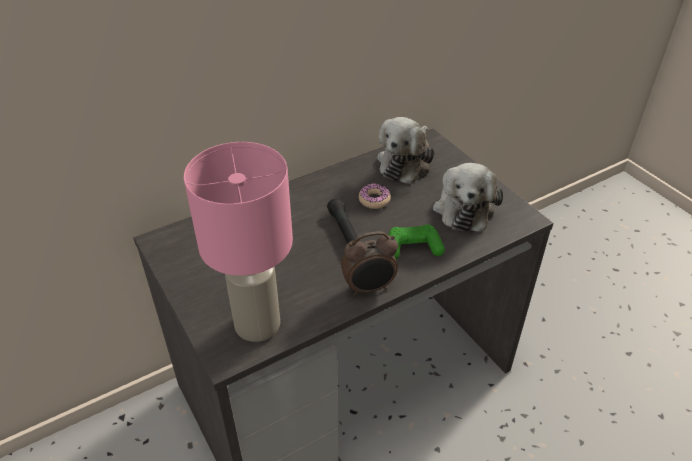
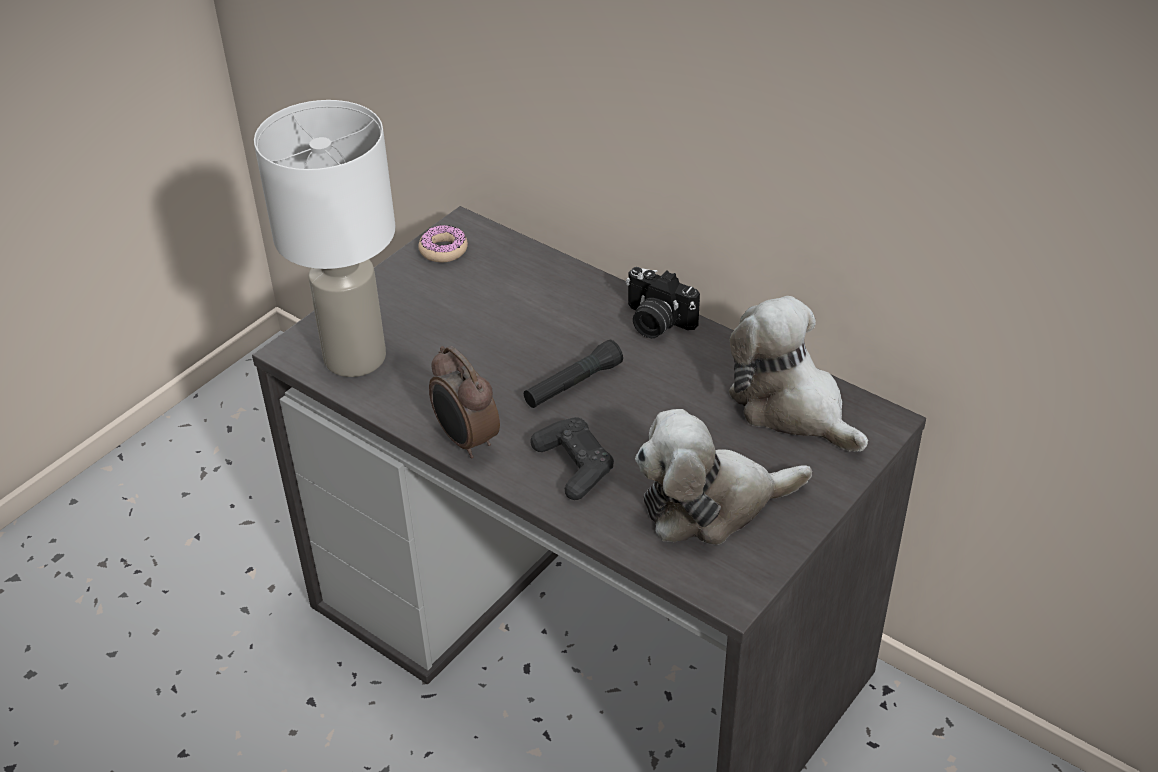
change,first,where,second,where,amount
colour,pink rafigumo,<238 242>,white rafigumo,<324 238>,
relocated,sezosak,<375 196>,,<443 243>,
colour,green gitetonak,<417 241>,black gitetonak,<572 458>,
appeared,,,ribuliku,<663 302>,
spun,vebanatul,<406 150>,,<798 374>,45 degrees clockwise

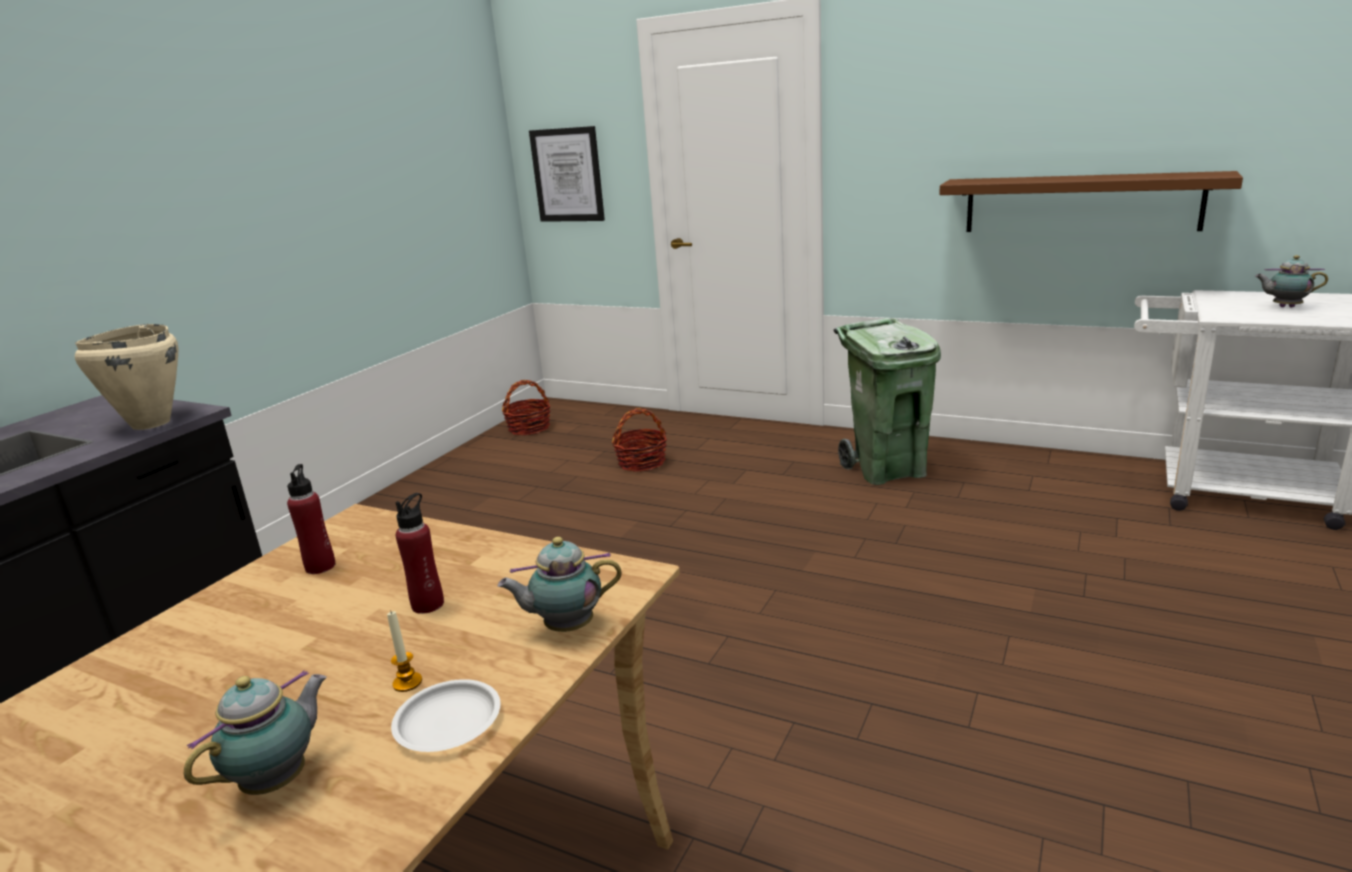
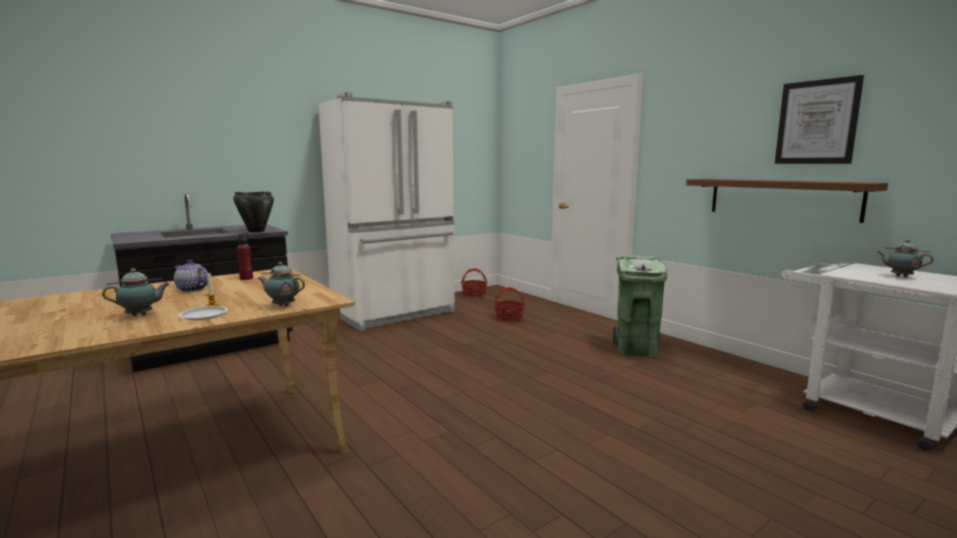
change,first,where,second,where,amount
appeared,,,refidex,<191 276>,
colour,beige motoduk,<126 377>,black motoduk,<253 212>,
appeared,,,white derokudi,<386 211>,
relocated,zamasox,<567 174>,,<819 119>,
missing,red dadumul,<419 553>,,,

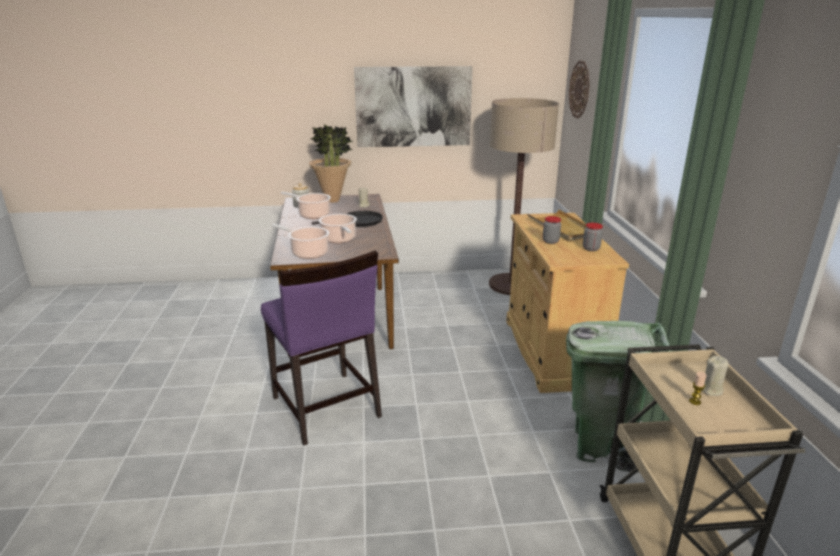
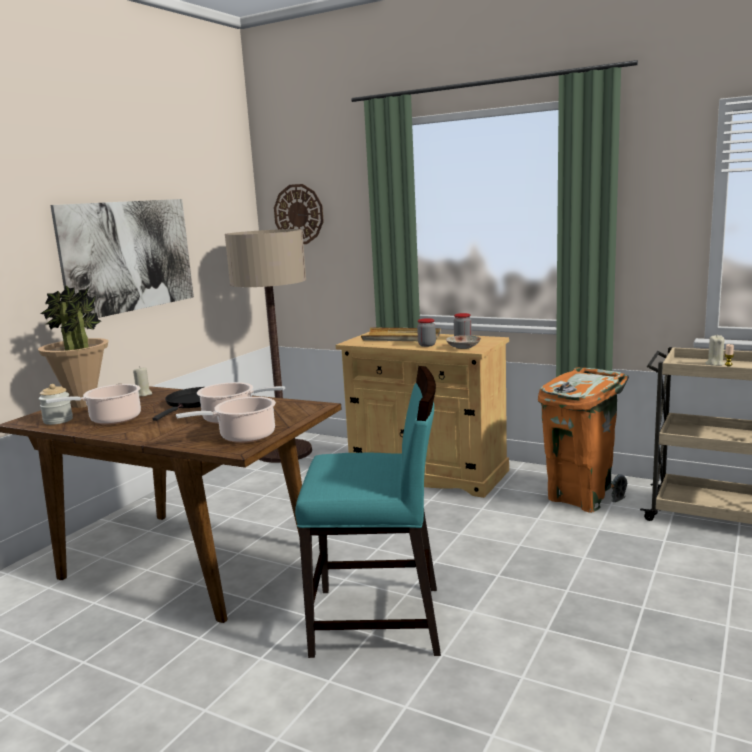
change,first,where,second,where,amount
colour,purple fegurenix,<321 348>,turquoise fegurenix,<368 512>,
appeared,,,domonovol,<463 342>,
colour,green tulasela,<618 397>,orange tulasela,<583 440>,

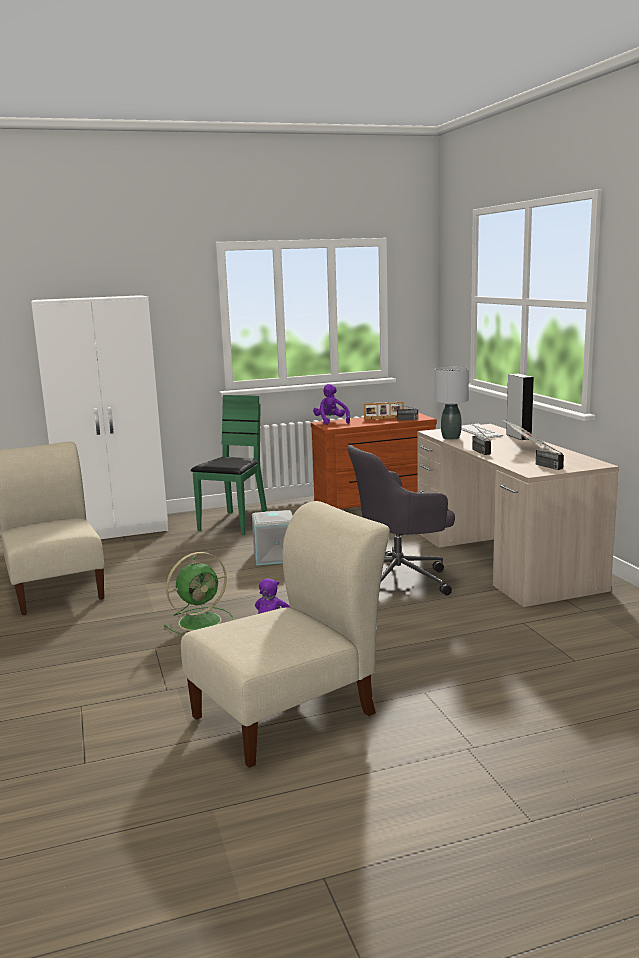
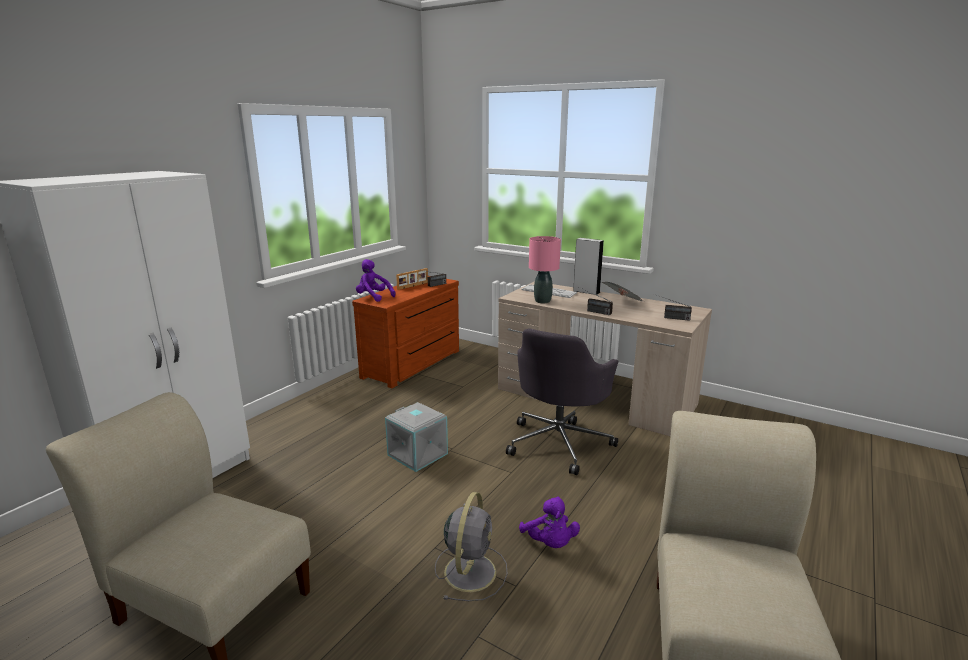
change,first,where,second,where,amount
colour,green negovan,<198 593>,grey negovan,<471 546>,
colour,grey rafigumo,<452 403>,pink rafigumo,<545 269>,
missing,green fegurenix,<229 465>,,,

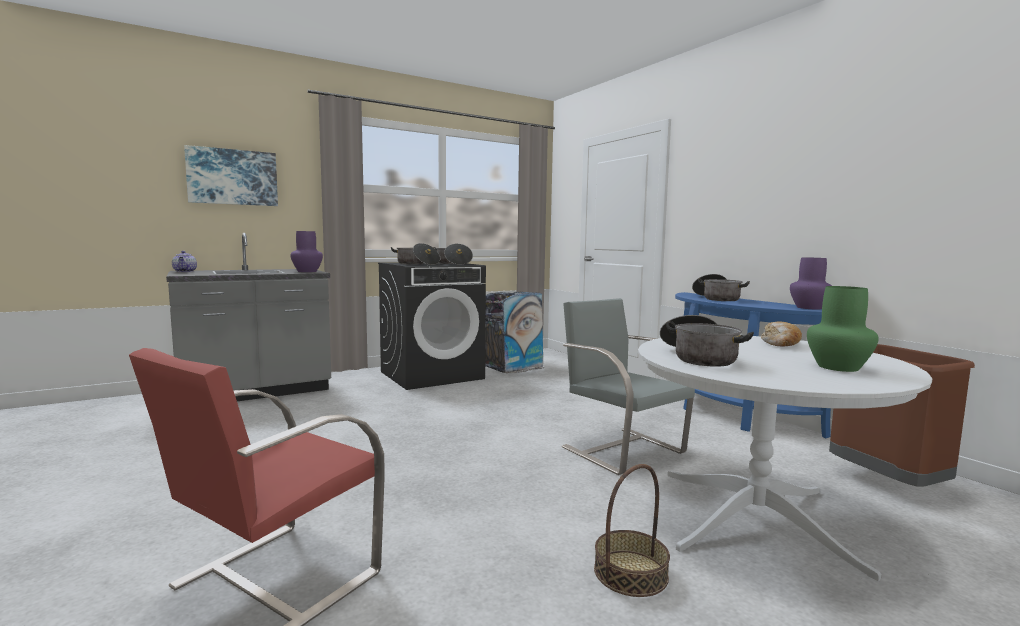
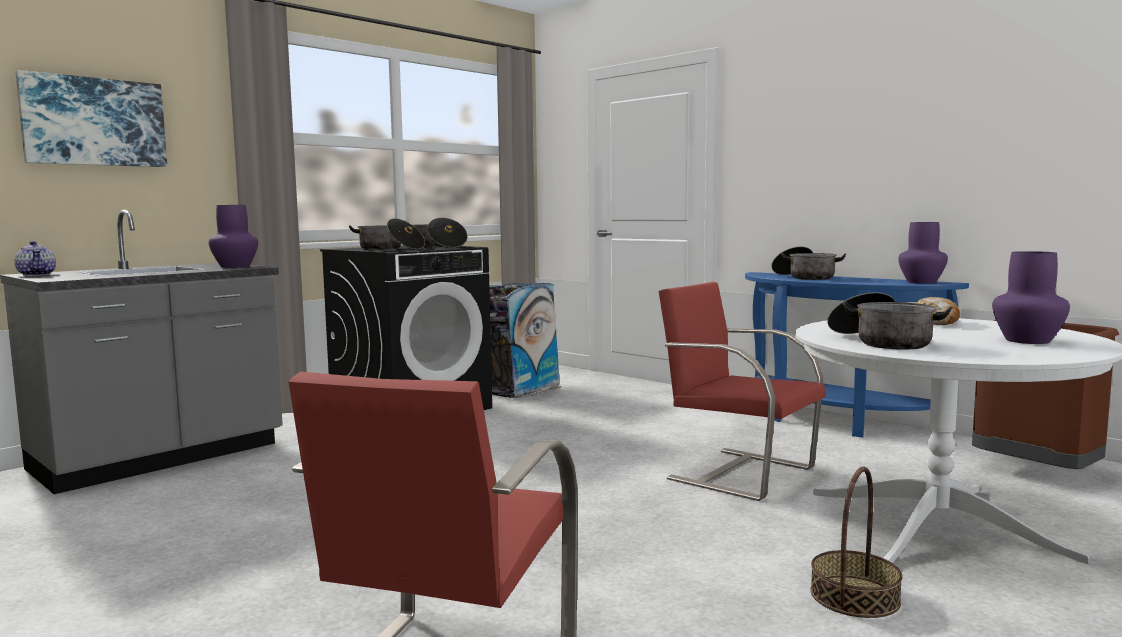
change,first,where,second,where,amount
colour,grey fegurenix,<628 386>,red fegurenix,<742 391>,
colour,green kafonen,<843 329>,purple kafonen,<1031 297>,

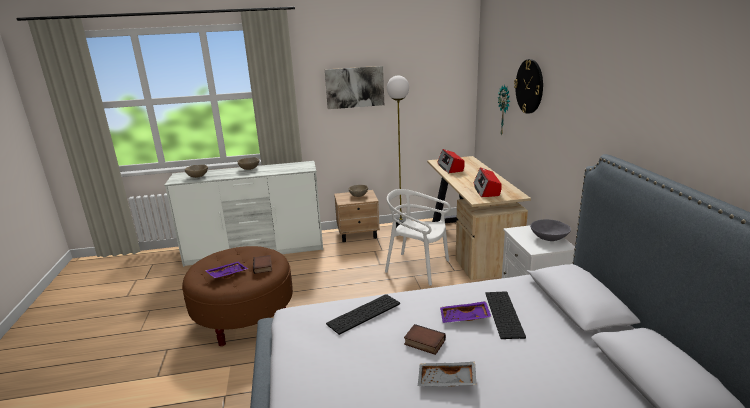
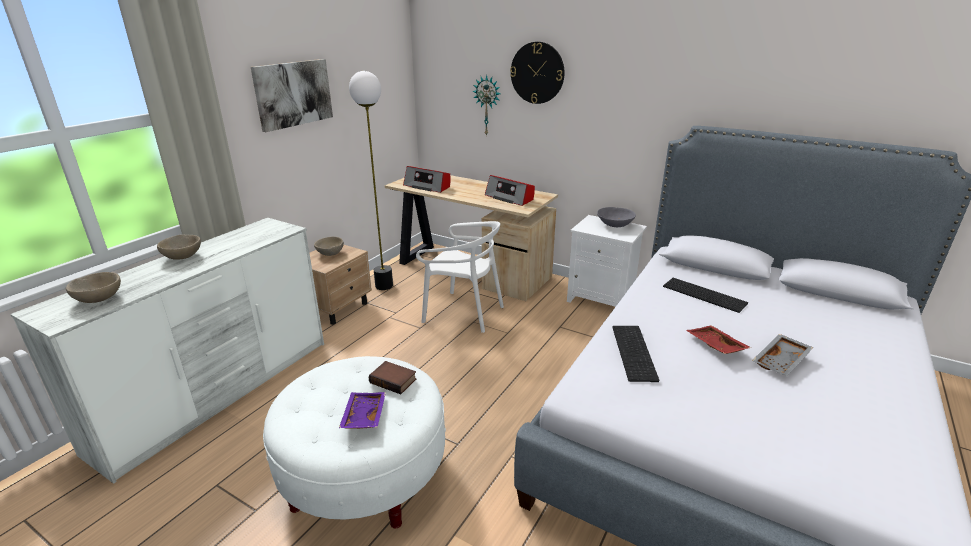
change,first,where,second,where,amount
colour,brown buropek,<237 296>,white buropek,<354 442>,
spun,white fegurenix,<418 237>,,<460 277>,135 degrees counterclockwise
exchanged,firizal,<425 339>,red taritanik,<718 340>,
missing,purple taritanik,<465 312>,,,

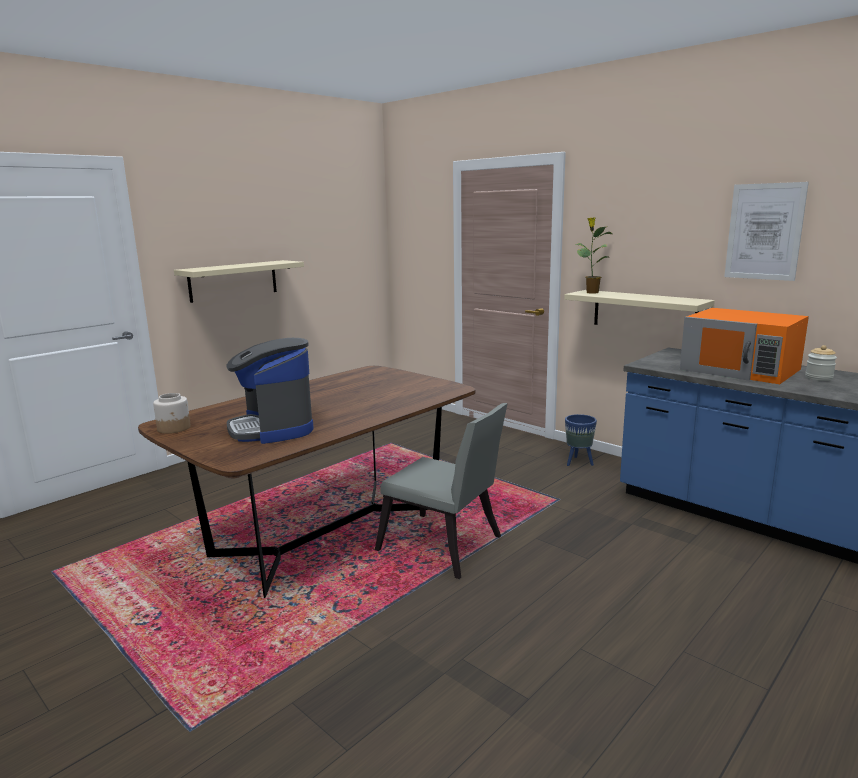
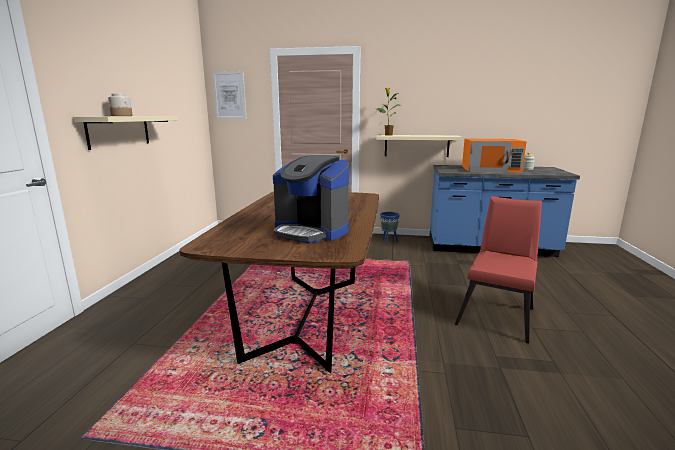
change,first,where,second,where,amount
relocated,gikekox,<172 413>,,<120 104>,
relocated,zamasox,<766 231>,,<229 95>,
appeared,,,red fegurenix,<498 269>,
missing,grey fegurenix,<441 491>,,,

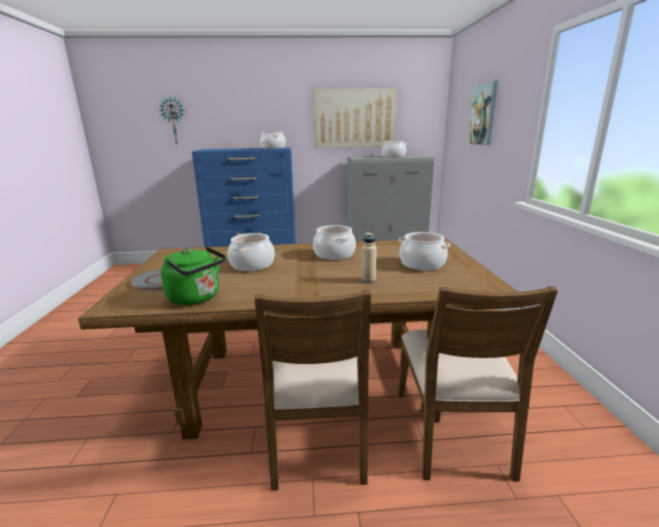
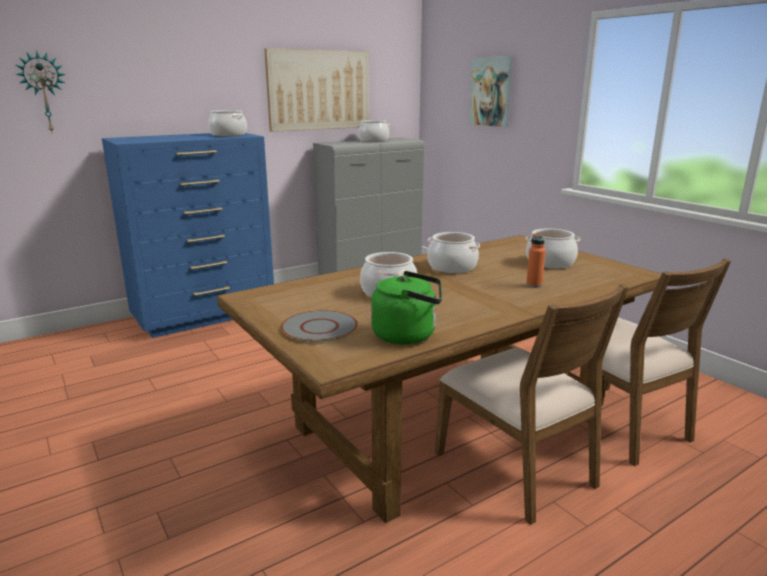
change,first,where,second,where,amount
colour,beige dadumul,<369 257>,orange dadumul,<536 260>,

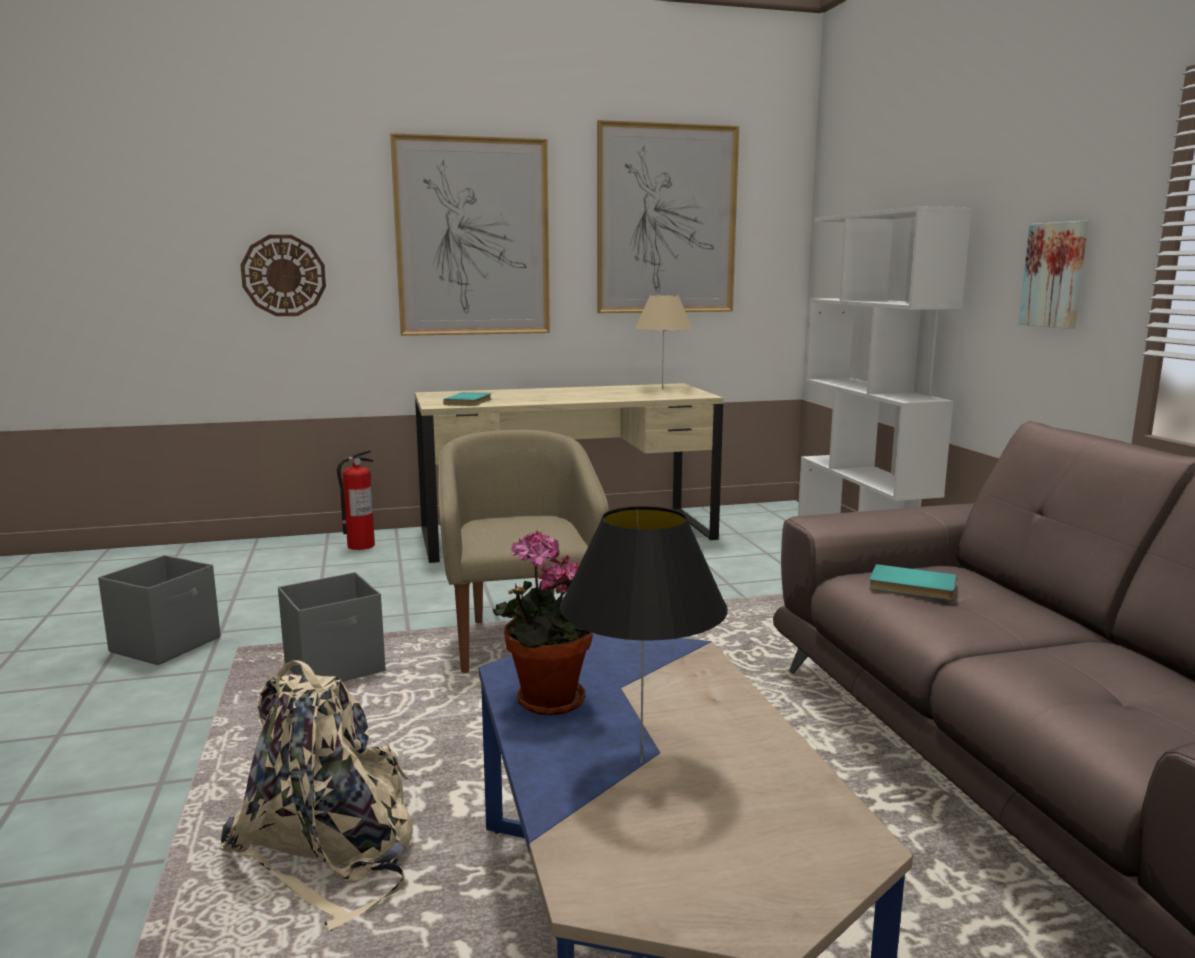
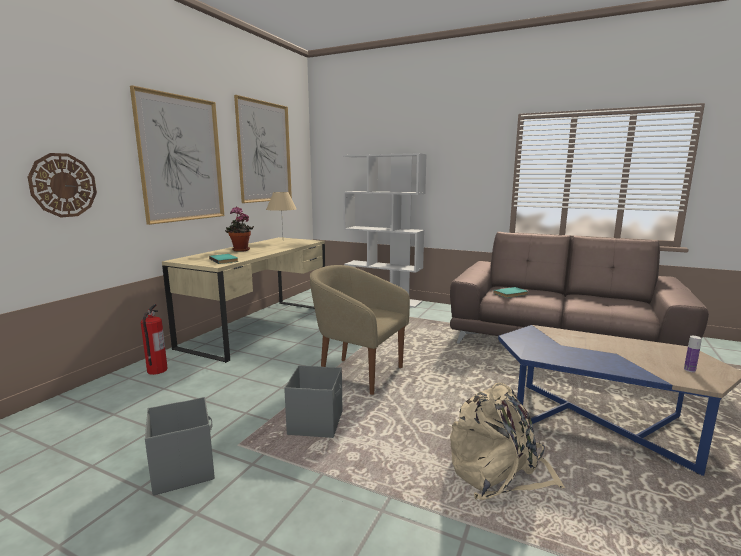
change,first,where,second,where,amount
relocated,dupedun,<543 623>,,<239 229>,
appeared,,,dadumul,<693 354>,
missing,black rafigumo,<644 634>,,,
missing,zamasox,<1054 275>,,,

